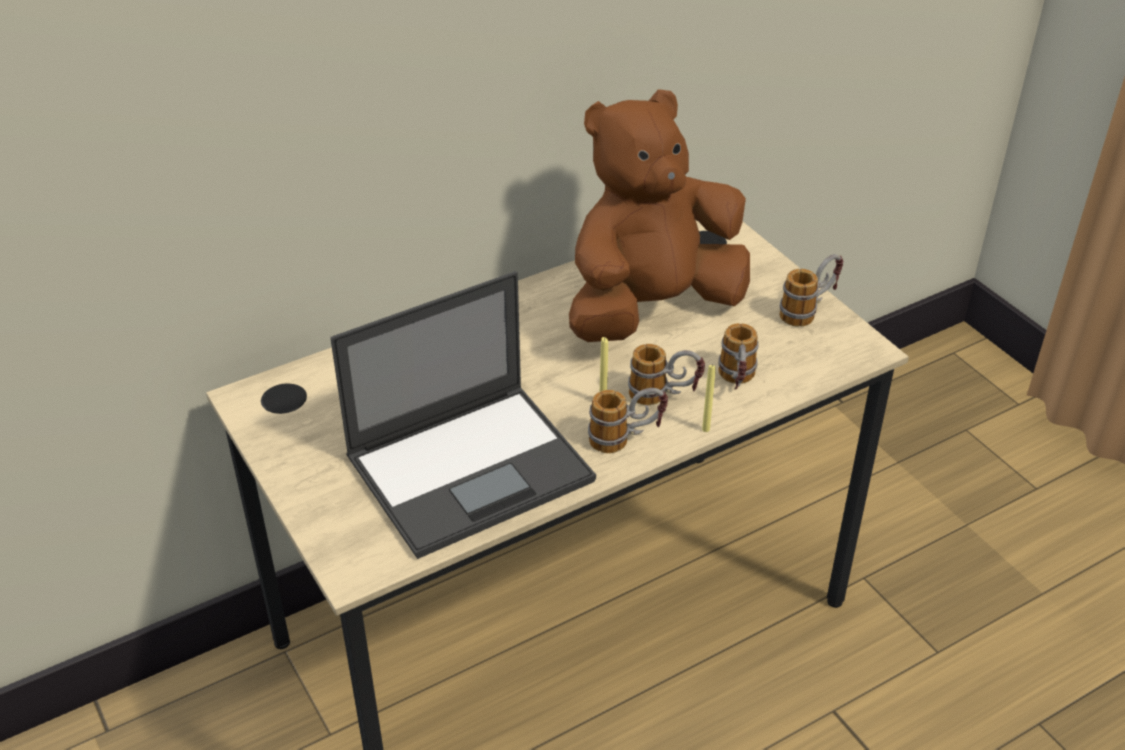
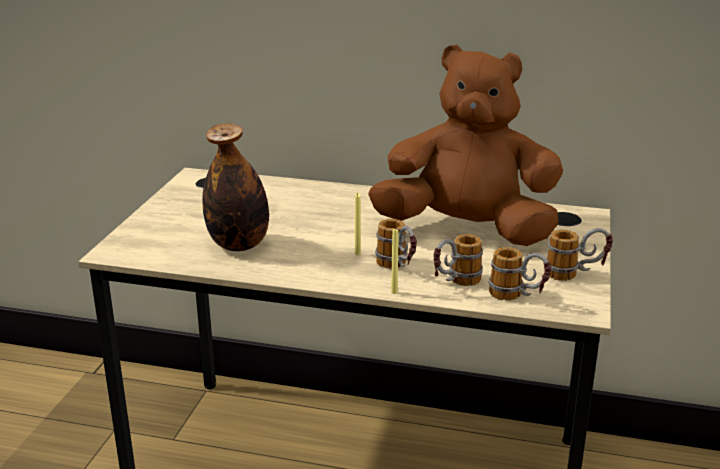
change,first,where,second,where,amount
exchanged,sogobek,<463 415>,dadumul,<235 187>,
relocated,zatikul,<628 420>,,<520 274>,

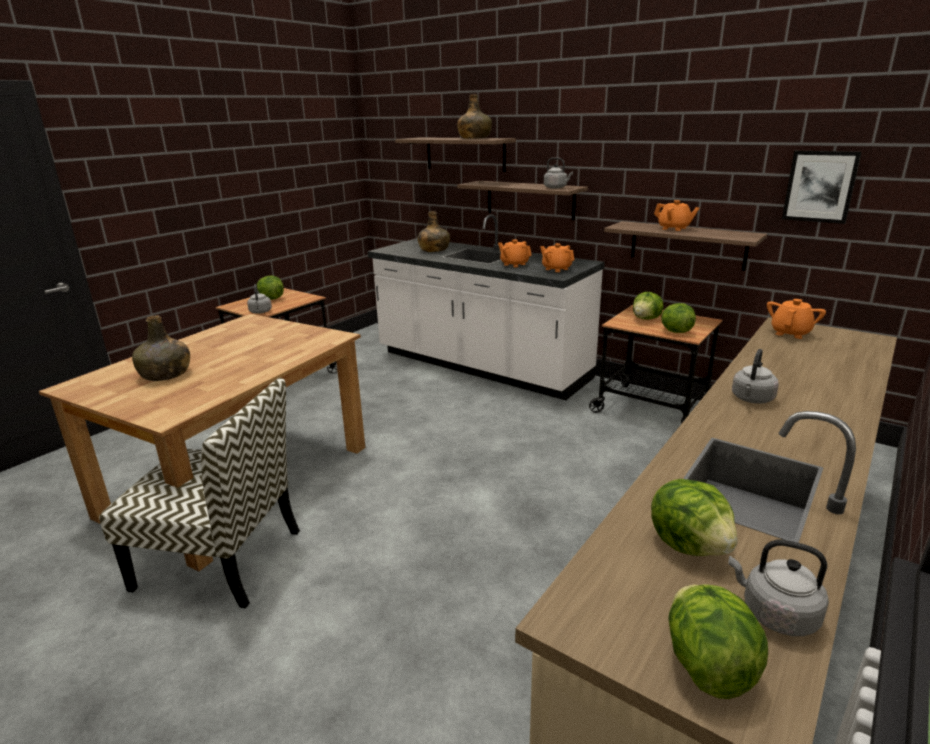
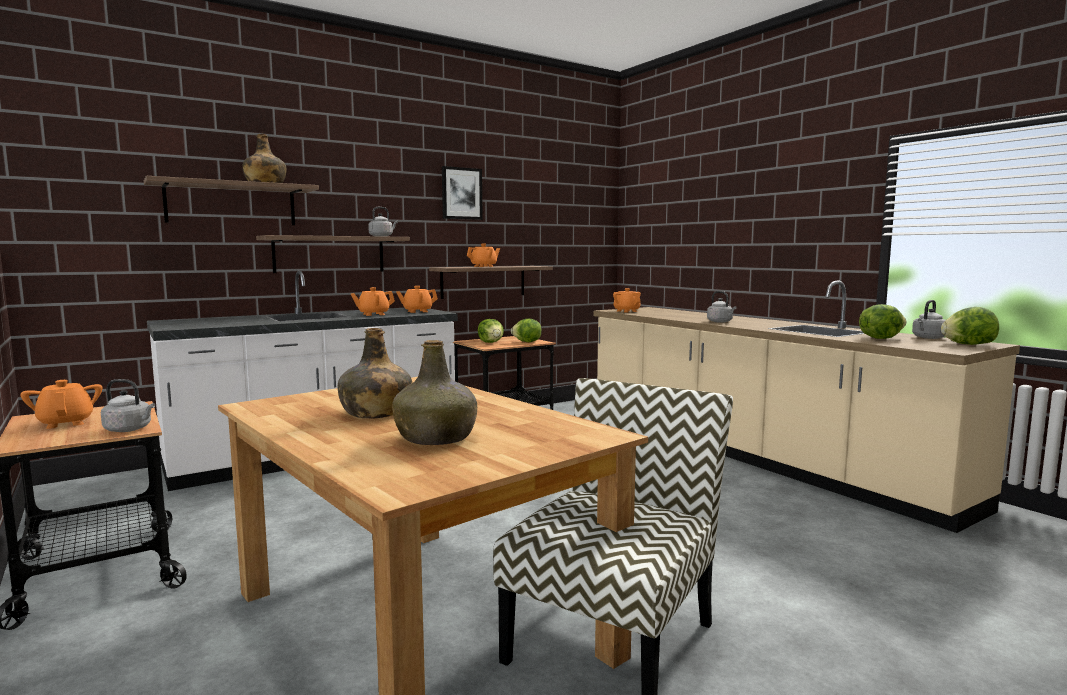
change,first,where,second,where,amount
exchanged,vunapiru,<270 287>,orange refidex,<61 404>,
relocated,green dadumul,<434 231>,,<374 373>,
relocated,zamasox,<822 187>,,<462 193>,

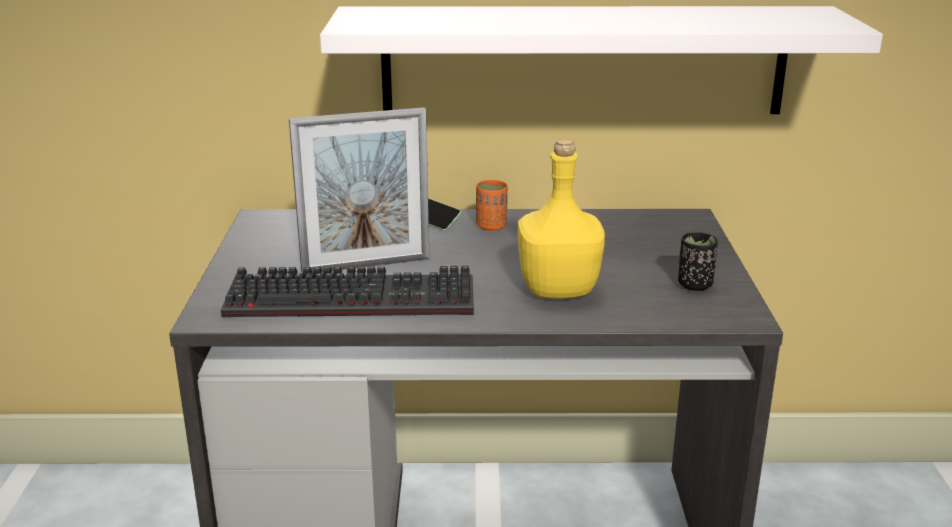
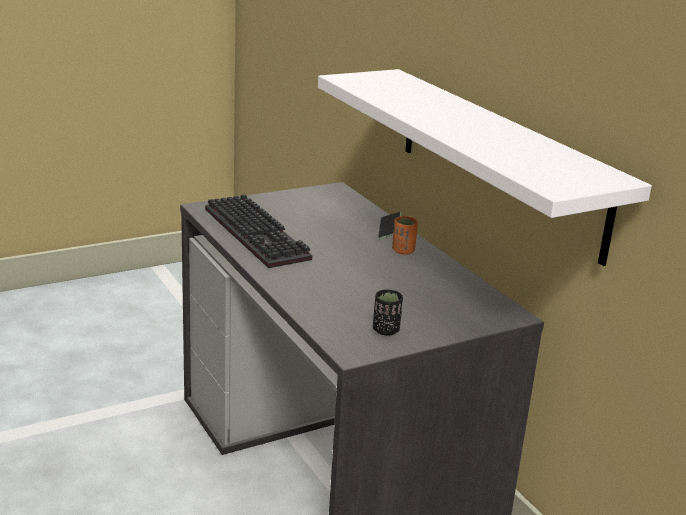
change,first,where,second,where,amount
missing,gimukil,<359 190>,,,
missing,yellow dadumul,<561 219>,,,

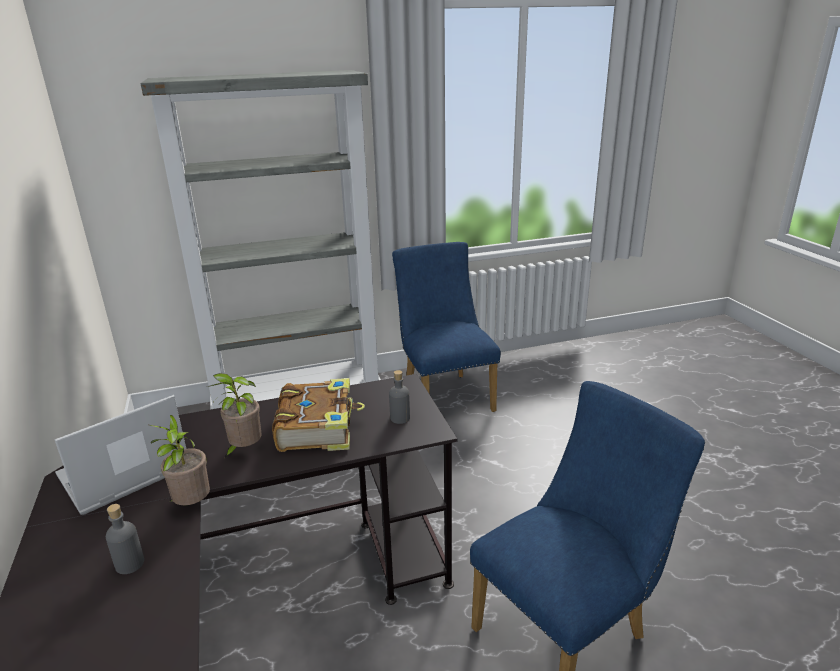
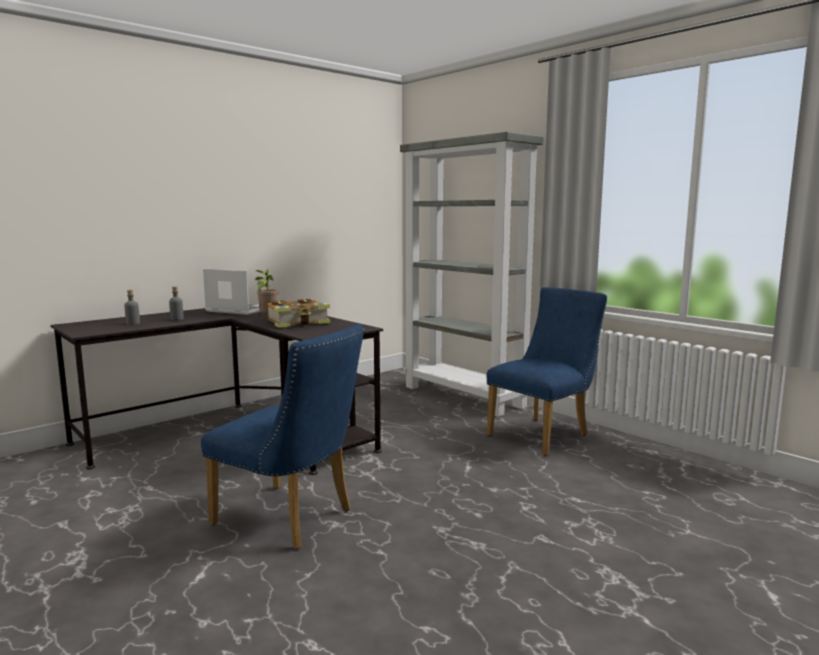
change,first,where,second,where,amount
relocated,grey dadumul,<399 397>,,<132 307>,
missing,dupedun,<180 460>,,,

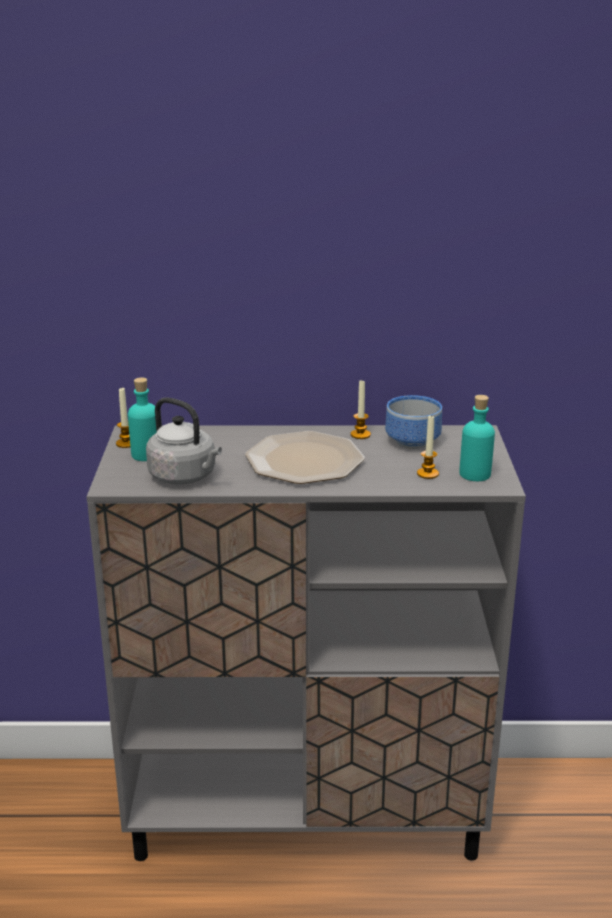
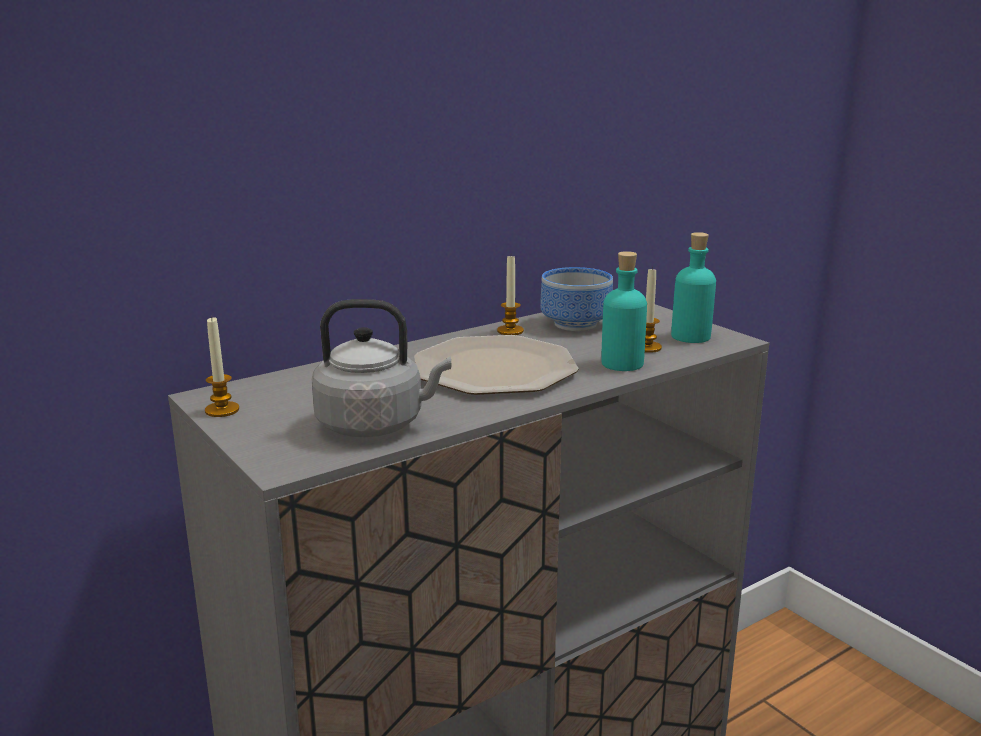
change,first,where,second,where,amount
relocated,turquoise dadumul,<142 419>,,<624 311>,

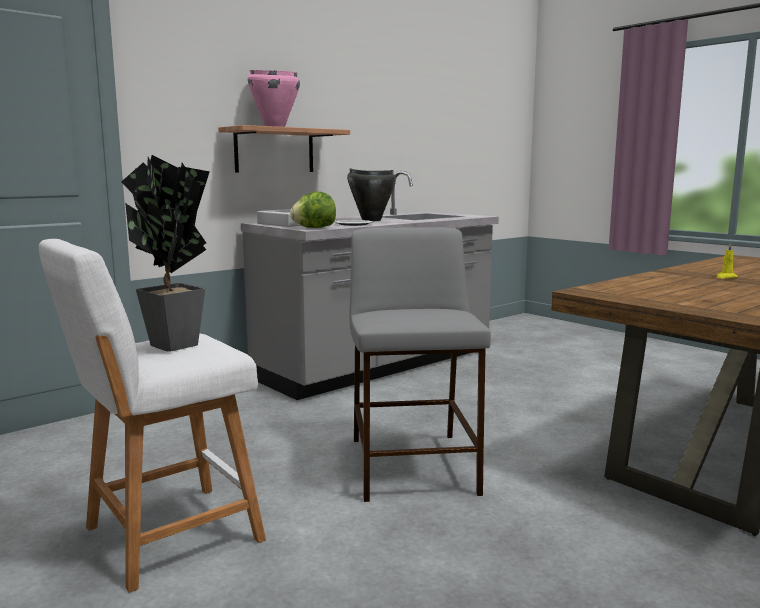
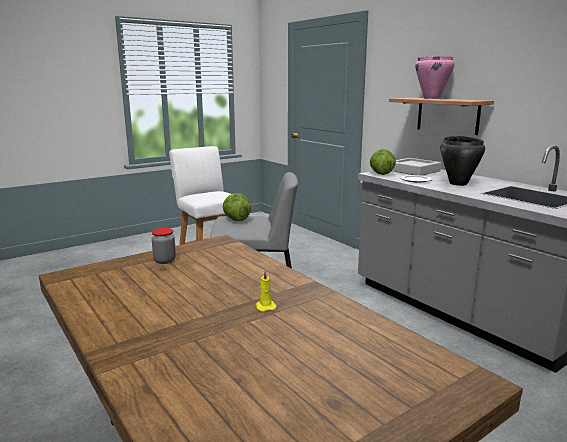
change,first,where,second,where,amount
appeared,,,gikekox,<164 246>,
appeared,,,vunapiru,<237 207>,
missing,dupedun,<165 253>,,,

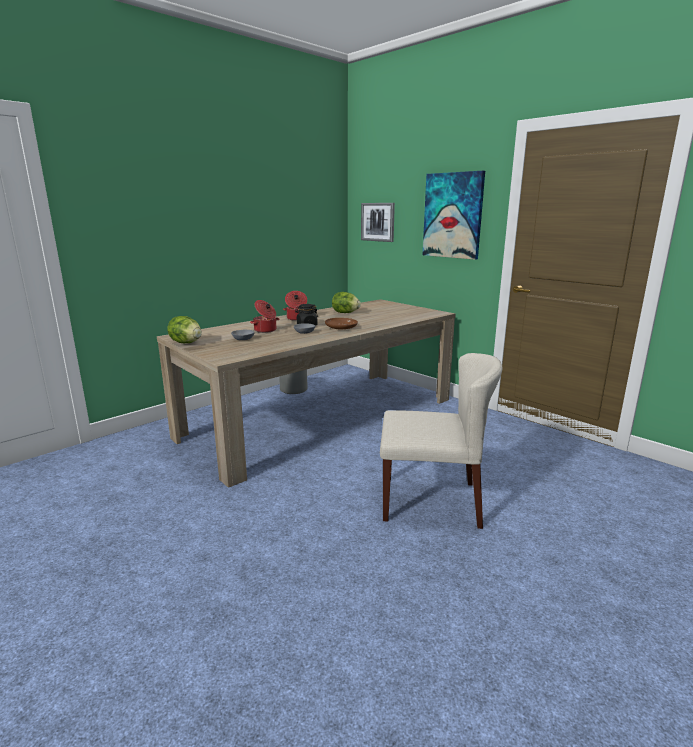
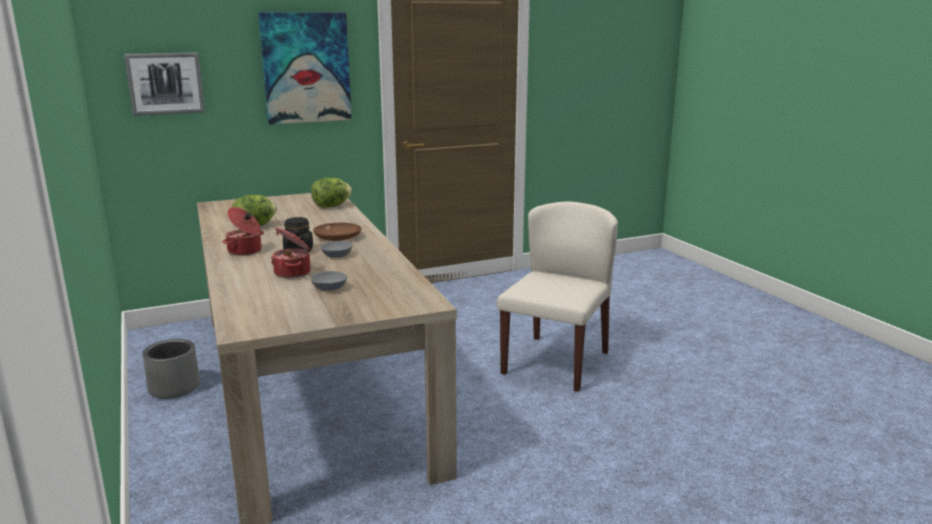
change,first,where,second,where,amount
relocated,vunapiru,<184 329>,,<331 193>,

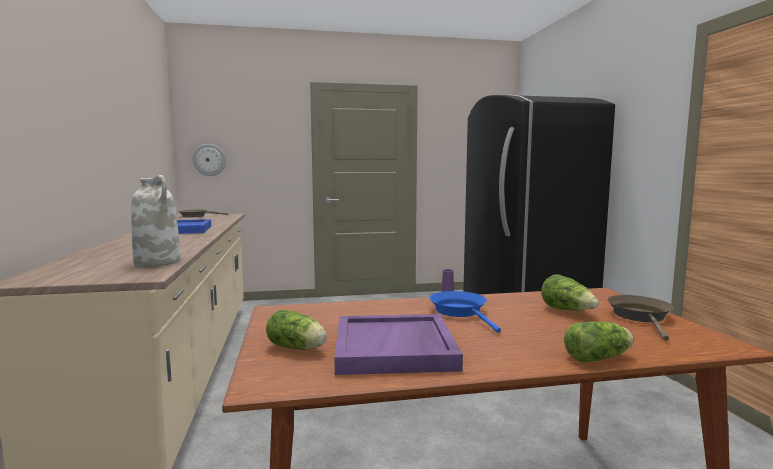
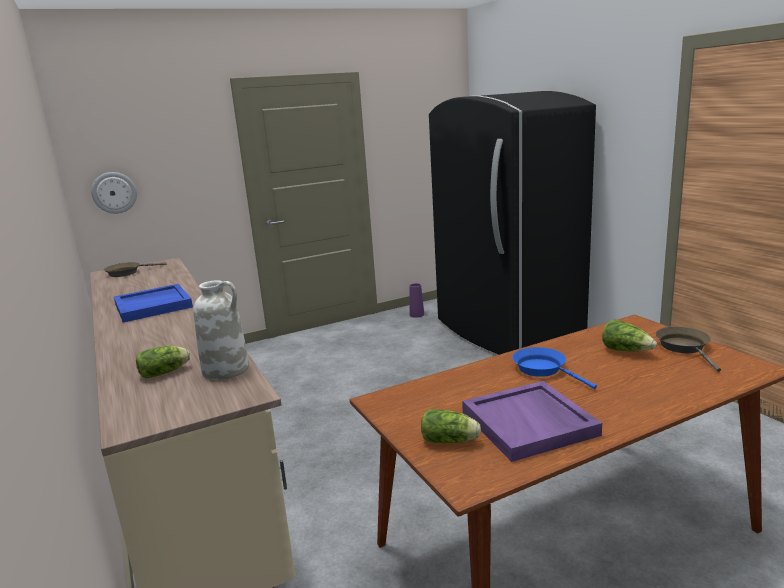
change,first,where,second,where,amount
relocated,vunapiru,<599 341>,,<163 362>,

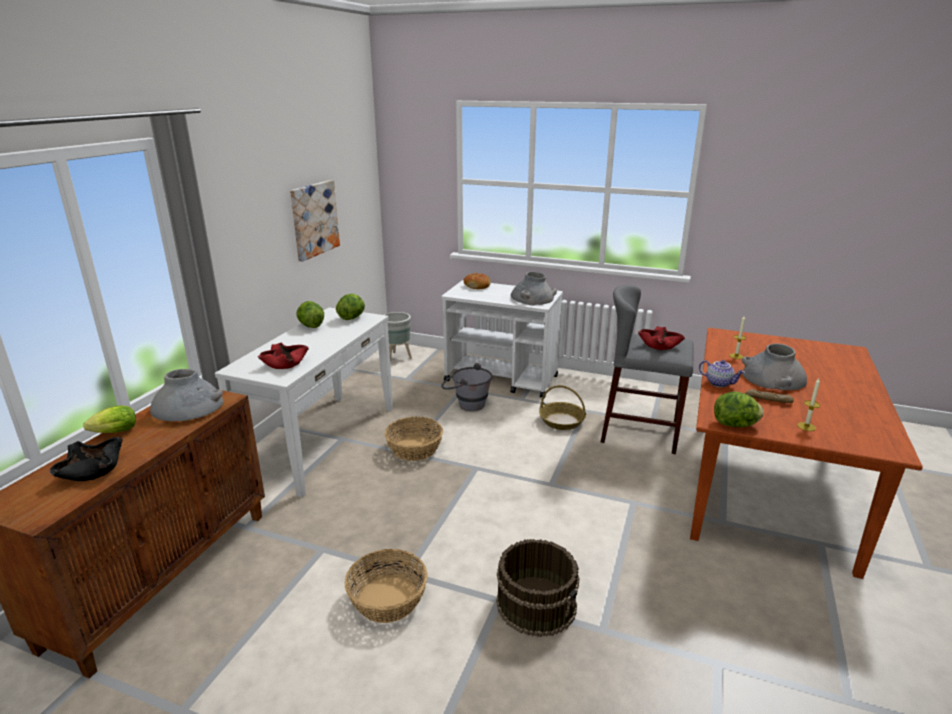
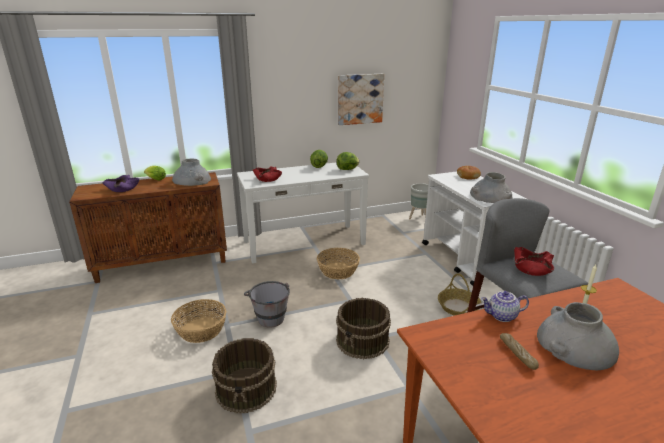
change,first,where,second,where,amount
colour,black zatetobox,<86 459>,purple zatetobox,<121 183>,
relocated,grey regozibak,<466 387>,,<267 304>,
appeared,,,brown regozibak,<363 328>,
spun,refidex,<722 373>,,<505 306>,90 degrees clockwise
missing,vunapiru,<739 409>,,,
missing,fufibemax,<808 404>,,,

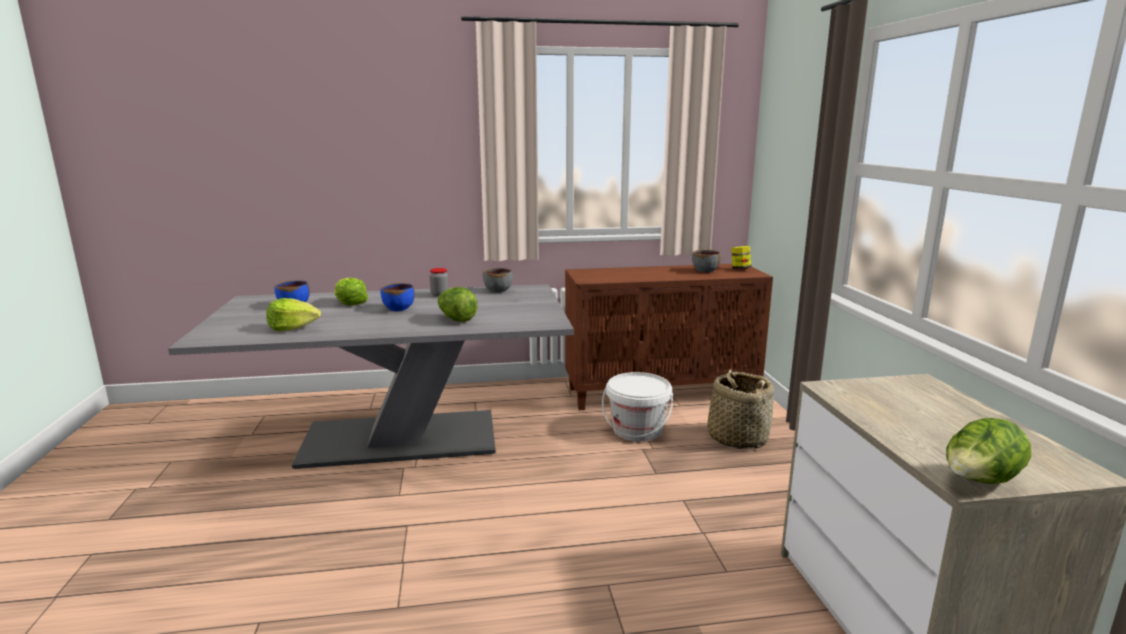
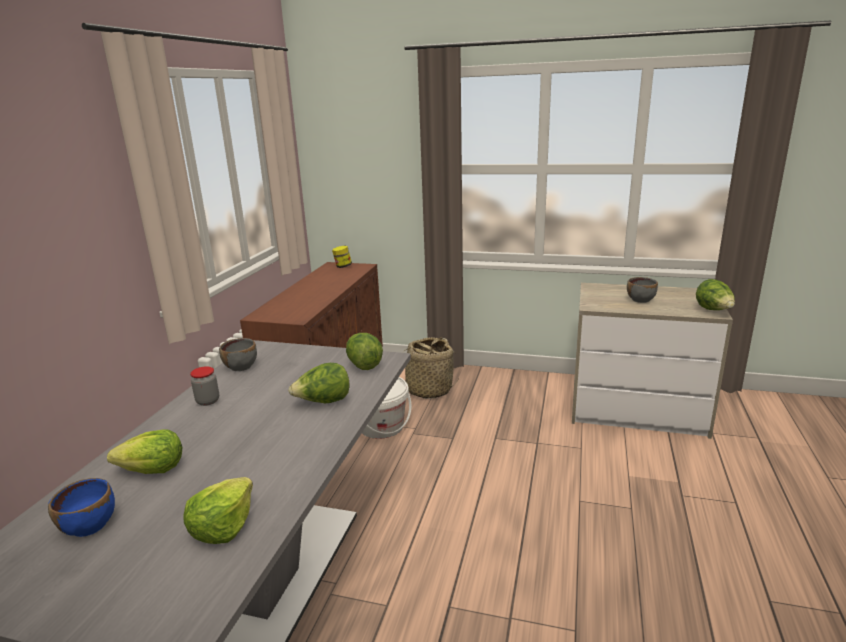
change,first,where,second,where,amount
appeared,,,vunapiru,<364 351>,
relocated,grey zatetobox,<706 261>,,<642 290>,
missing,blue zatetobox,<397 297>,,,

